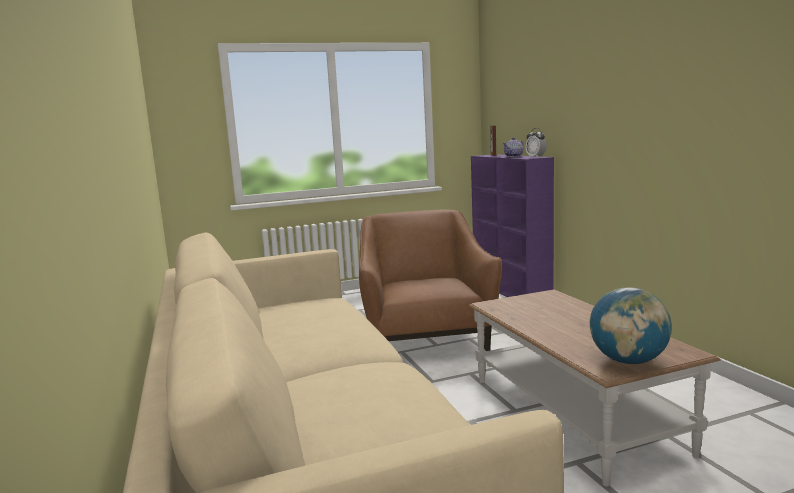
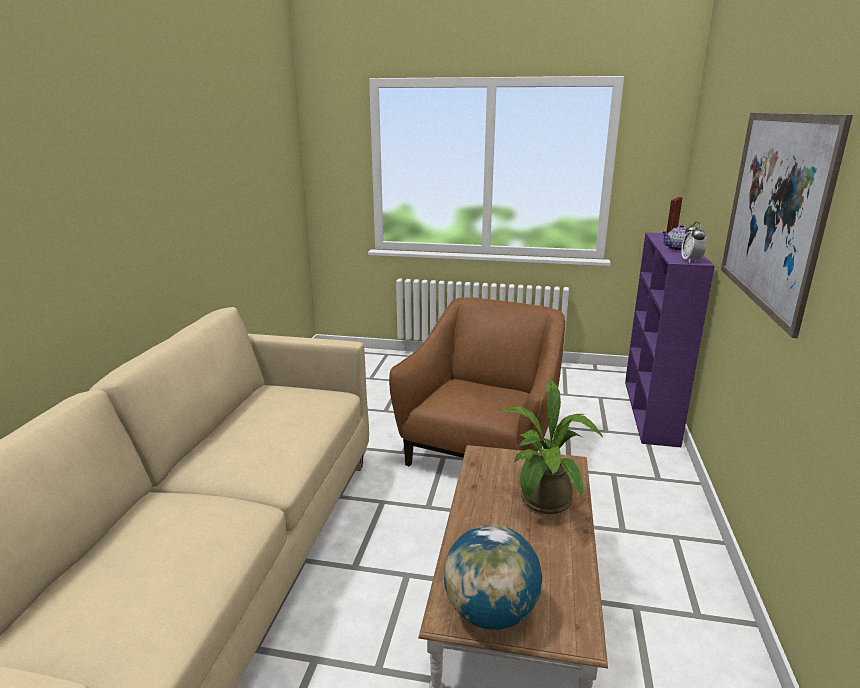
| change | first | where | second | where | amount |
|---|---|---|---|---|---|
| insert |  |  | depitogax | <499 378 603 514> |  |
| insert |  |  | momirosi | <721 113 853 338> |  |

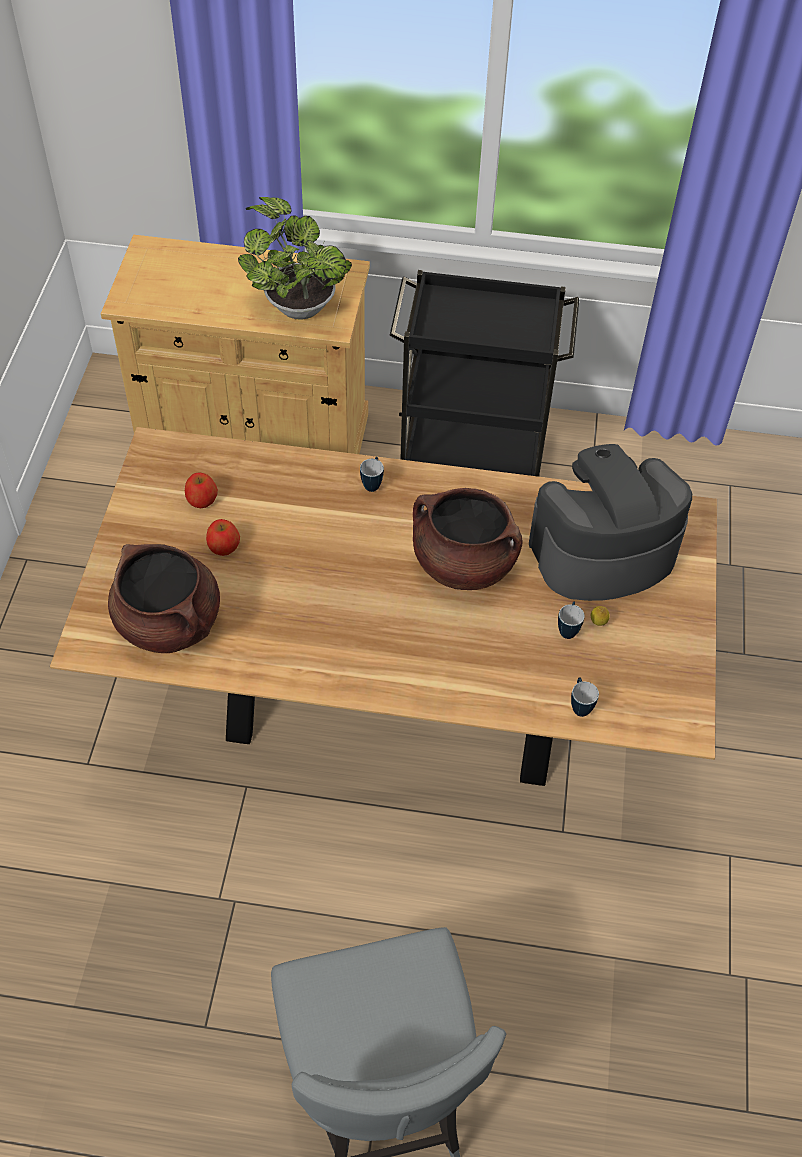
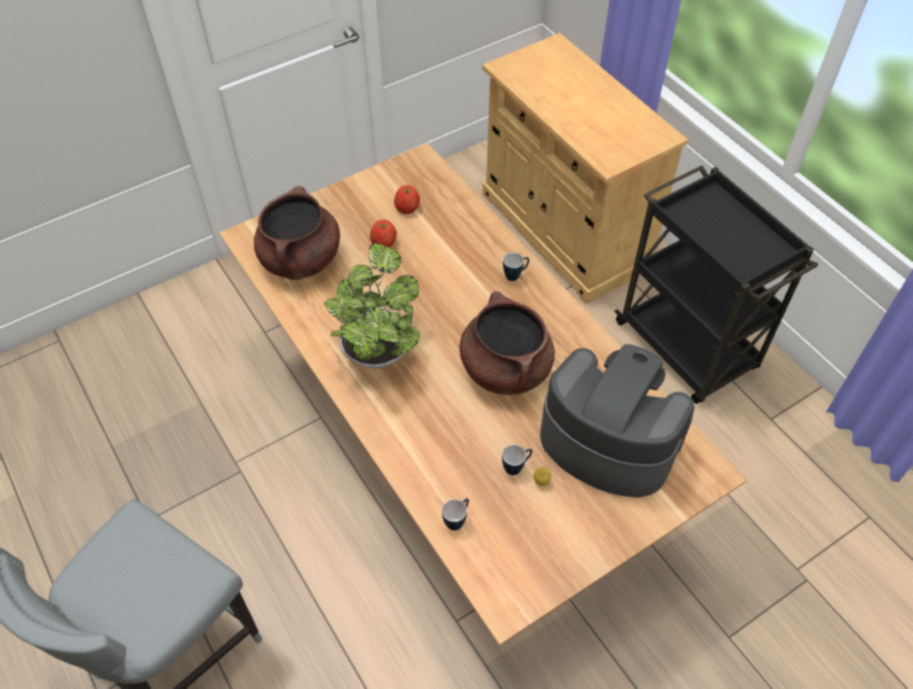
| change | first | where | second | where | amount |
|---|---|---|---|---|---|
| move | depitogax | <238 197 352 320> |  | <324 243 419 368> |  |

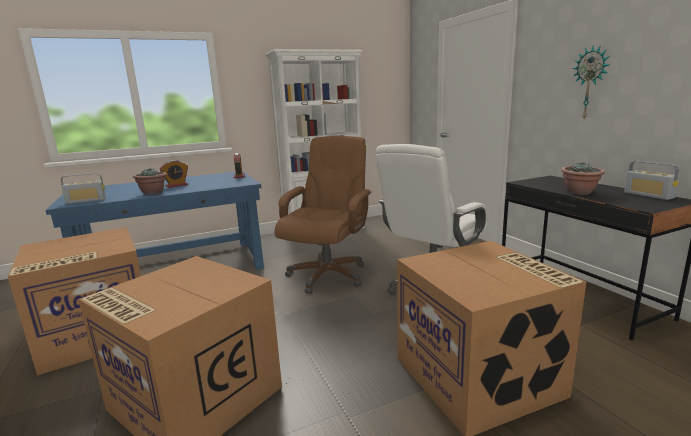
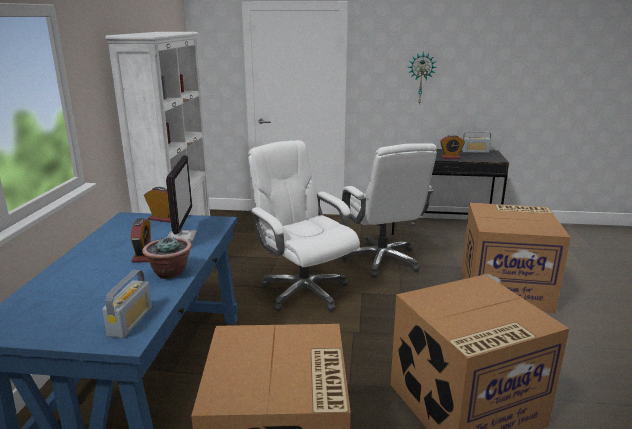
| change | first | where | second | where | amount |
|---|---|---|---|---|---|
| insert |  |  | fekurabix | <166 155 197 242> |  |
| recolor | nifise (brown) | <275 136 372 294> | nifise (white) | <248 140 360 311> |  |
| replace | depitogax | <561 162 605 195> | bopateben | <440 135 465 159> |  |

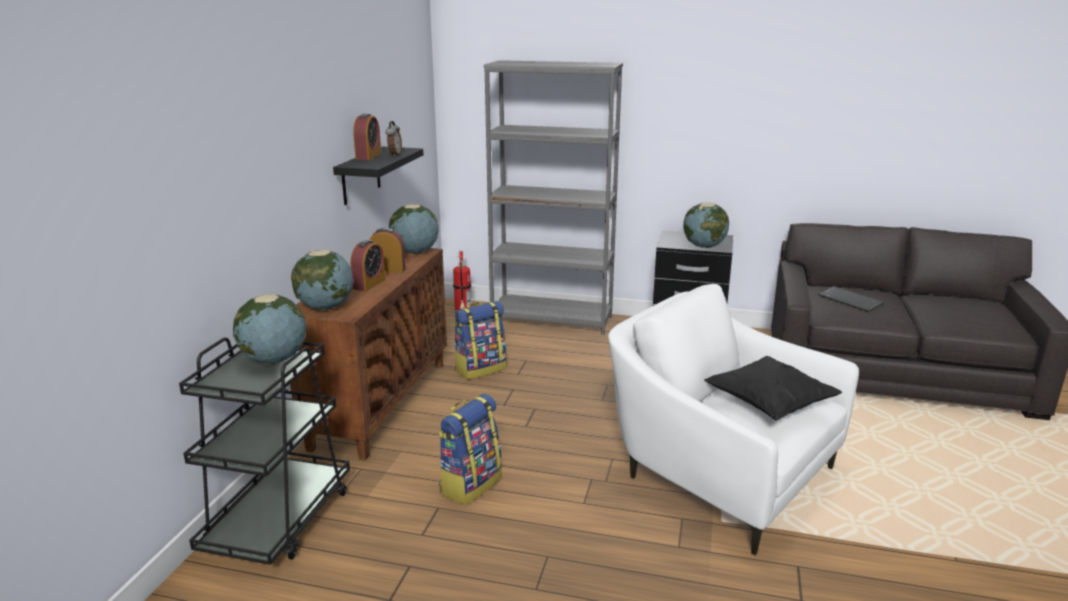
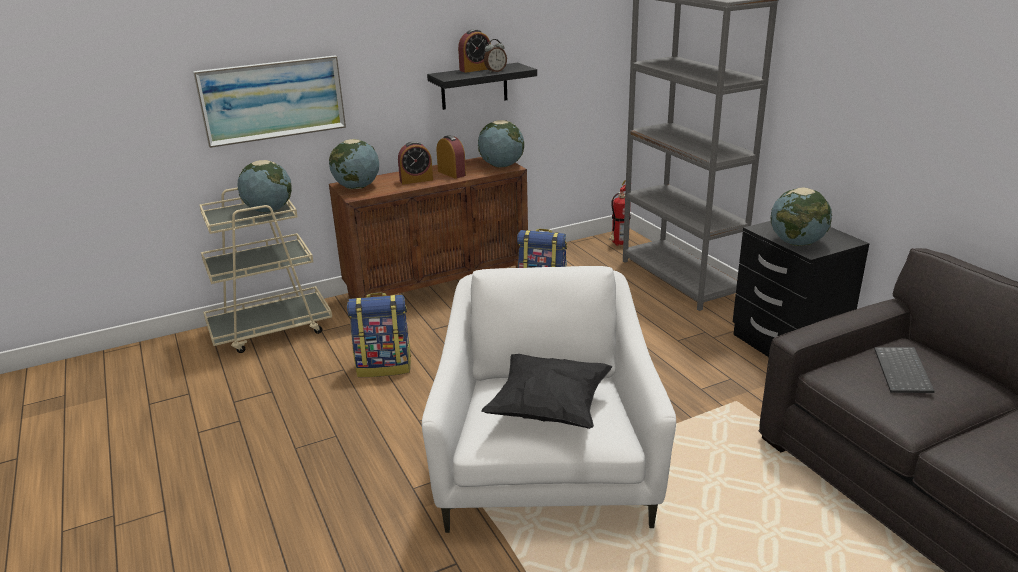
| change | first | where | second | where | amount |
|---|---|---|---|---|---|
| insert |  |  | momirosi | <193 55 346 148> |  |
| recolor | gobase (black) | <179 337 350 565> | gobase (beige) | <199 187 332 353> |  |

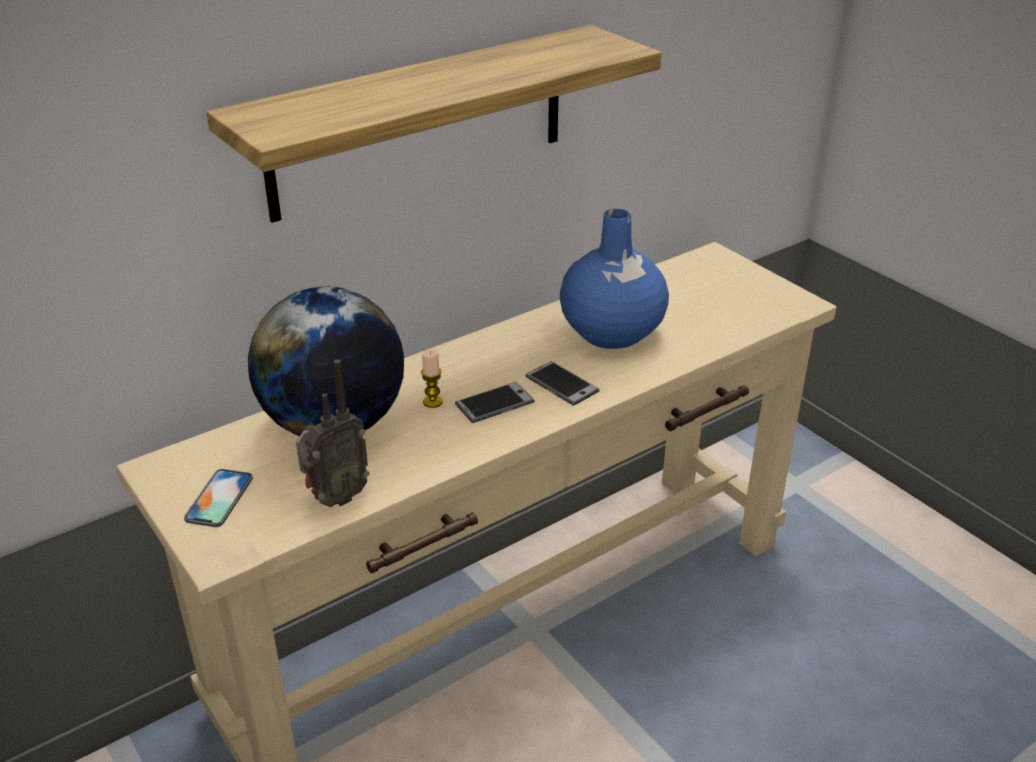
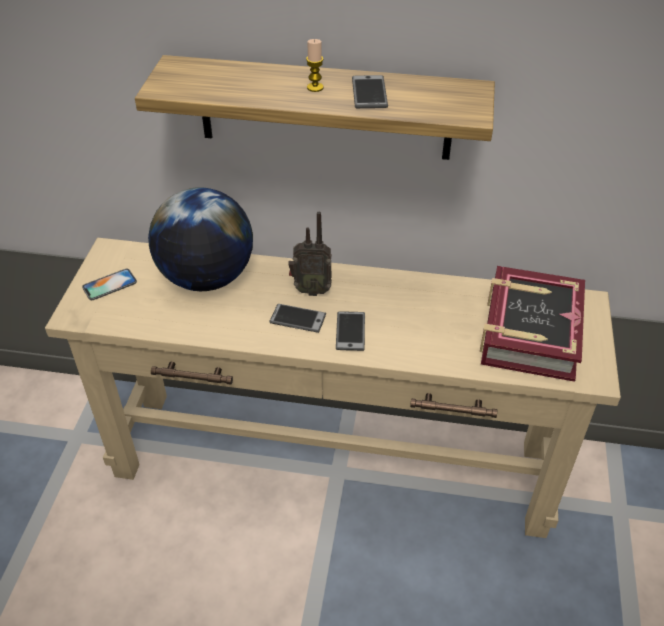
| change | first | where | second | where | amount |
|---|---|---|---|---|---|
| move | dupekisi | <296 360 369 507> |  | <288 212 332 296> |  |
| move | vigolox | <421 349 443 408> |  | <306 39 324 92> |  |
| insert |  |  | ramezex | <352 75 388 108> |  |
| insert |  |  | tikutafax | <480 266 585 382> |  |
| delete | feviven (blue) | <560 209 669 349> |  |  |  |

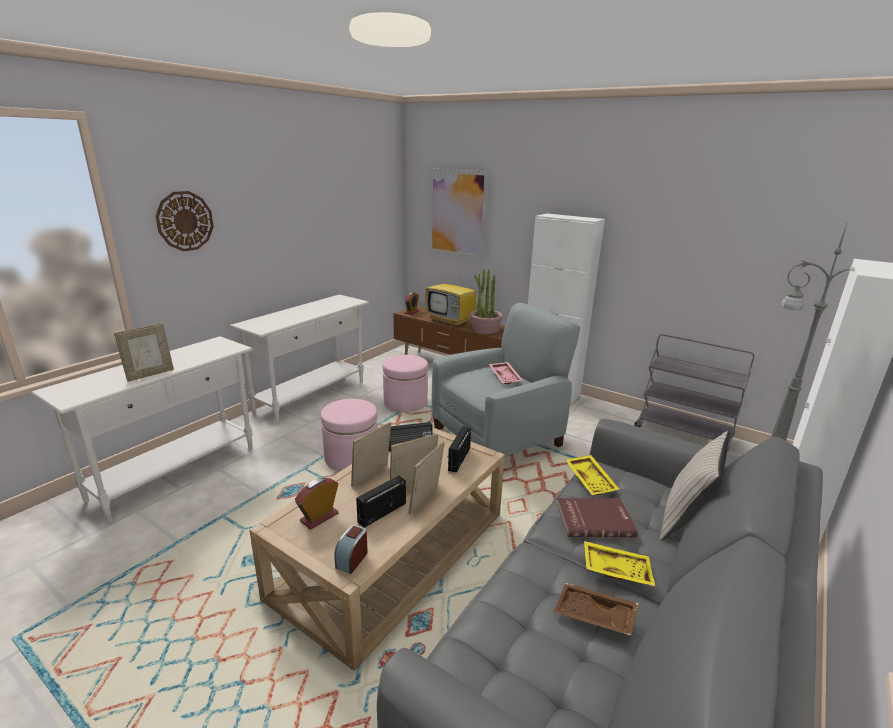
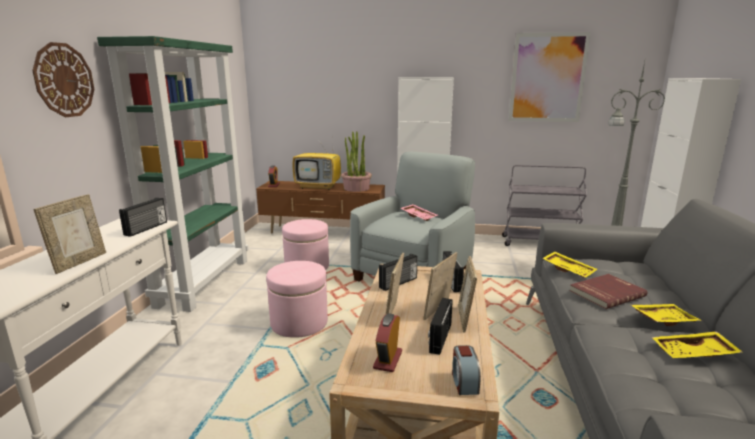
| change | first | where | second | where | amount |
|---|---|---|---|---|---|
| replace | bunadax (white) | <230 294 369 424> | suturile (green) | <97 36 249 312> |  |
| insert |  |  | dupekisi | <119 198 167 237> |  |
| move | momirosi | <429 168 489 260> |  | <508 32 591 122> |  |
| recolor | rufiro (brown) | <554 583 639 636> | rufiro (yellow) | <652 331 744 358> |  |
| delete | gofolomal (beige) | <660 431 729 541> |  |  |  |

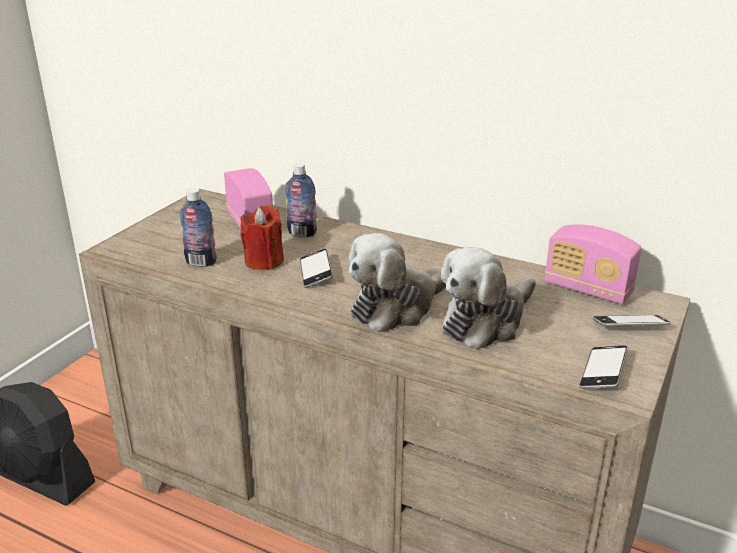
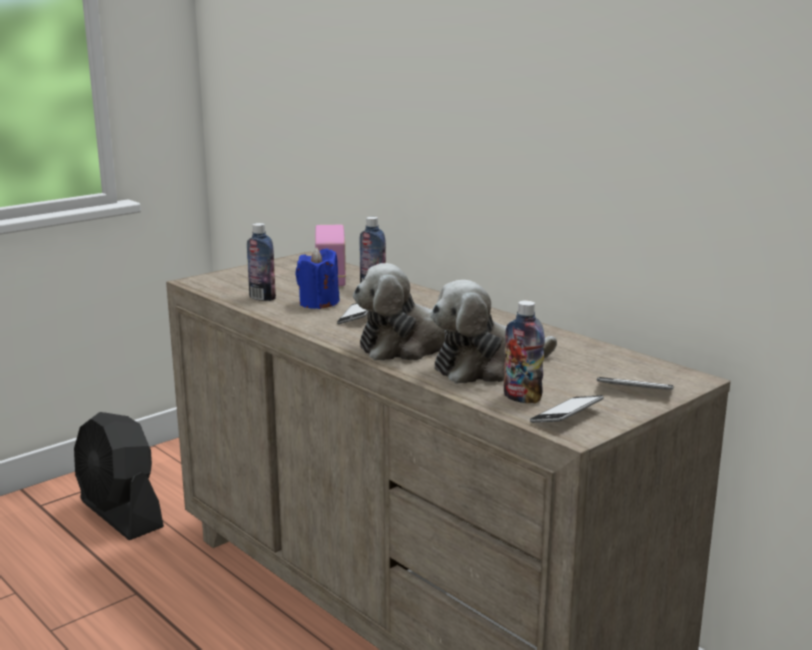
| change | first | where | second | where | amount |
|---|---|---|---|---|---|
| recolor | vigolox (red) | <240 205 284 270> | vigolox (blue) | <295 247 339 309> |  |
| insert |  |  | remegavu | <504 300 545 404> |  |
| delete | dupekisi | <545 225 642 304> |  |  |  |

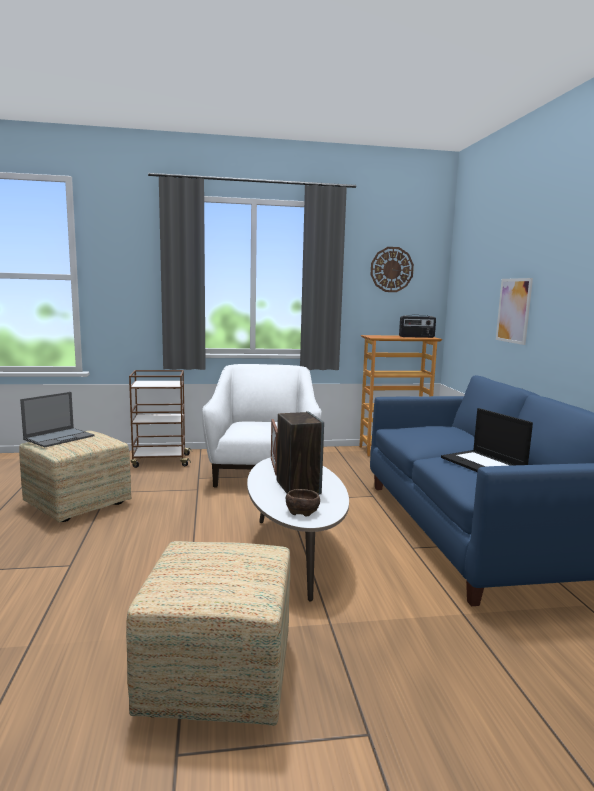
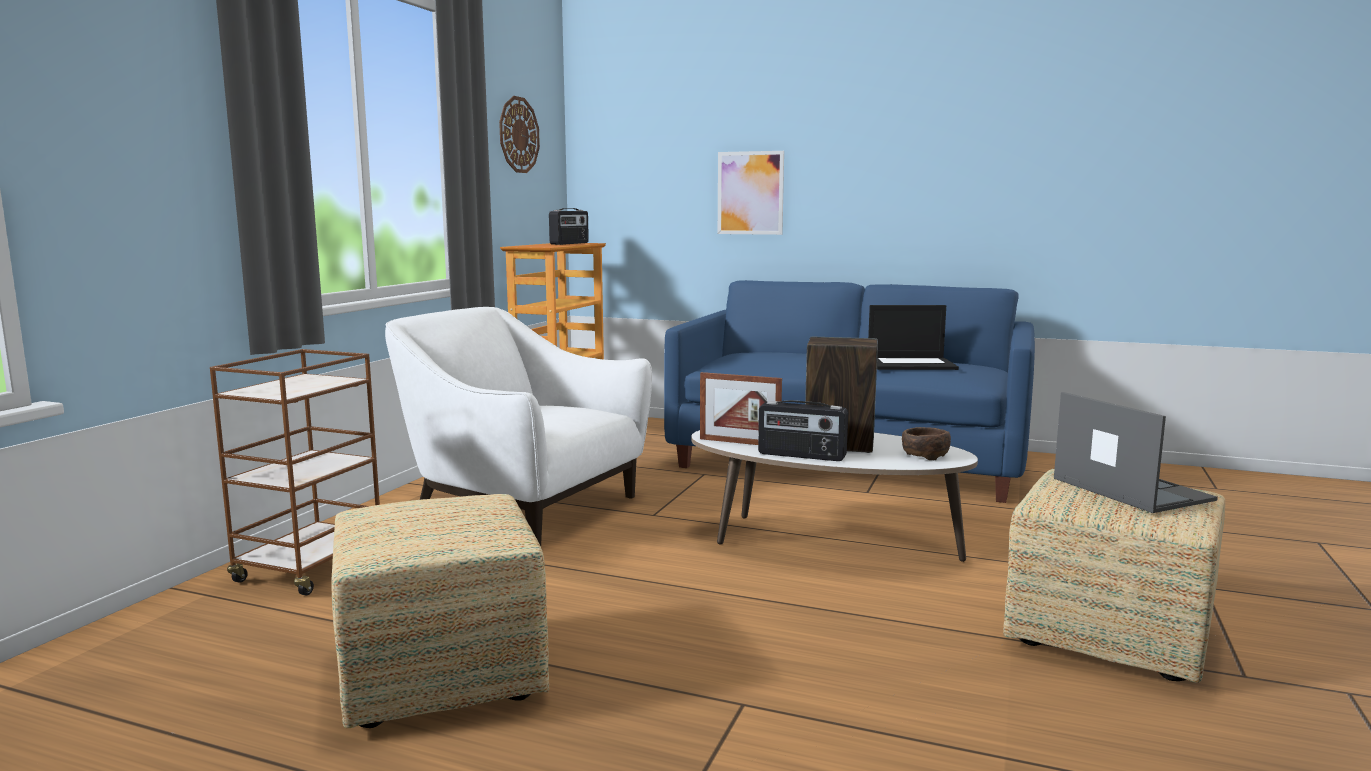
| change | first | where | second | where | amount |
|---|---|---|---|---|---|
| insert |  |  | dupekisi | <758 400 848 461> |  |
| move | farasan | <20 392 95 447> |  | <1054 392 1218 513> |  |

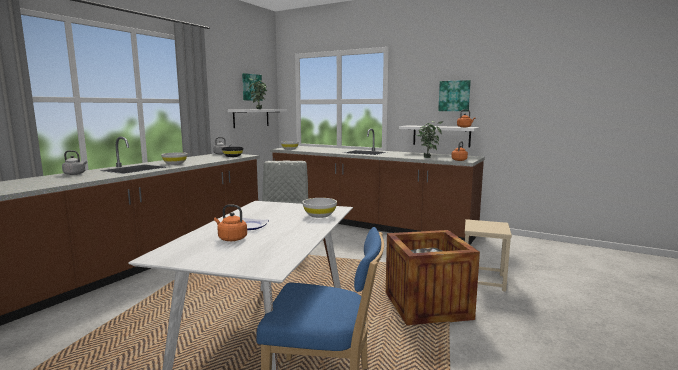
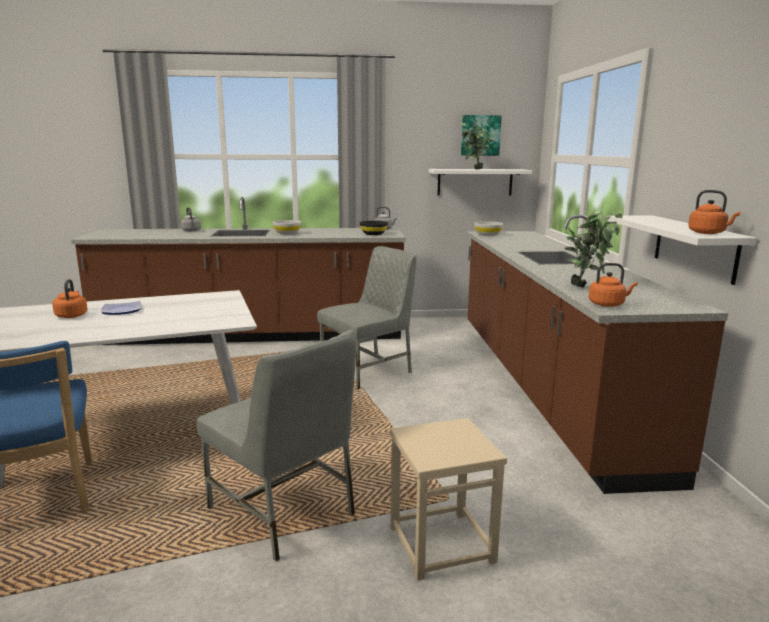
| change | first | where | second | where | amount |
|---|---|---|---|---|---|
| replace | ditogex | <386 230 480 325> | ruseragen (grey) | <197 330 356 561> |  |
| delete | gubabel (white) | <302 198 337 218> |  |  |  |
| delete | momirosi | <438 80 471 111> |  |  |  |

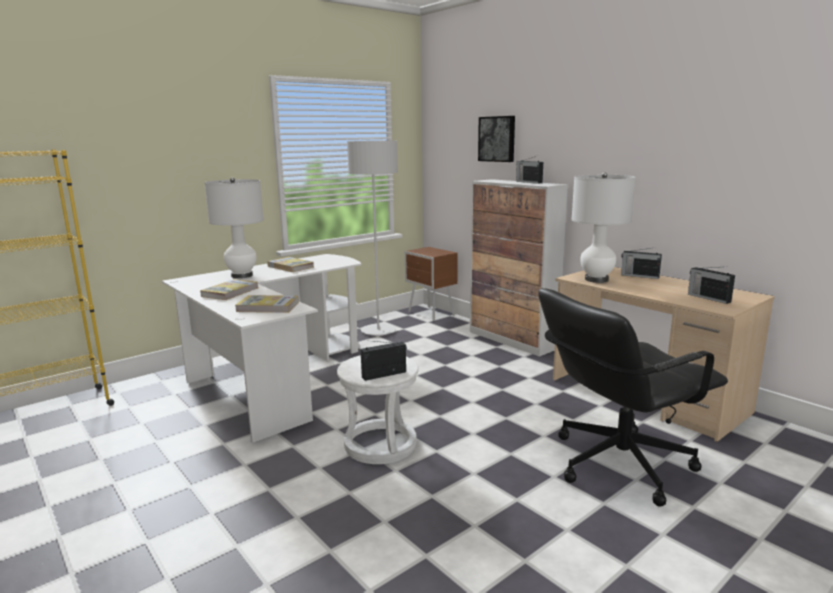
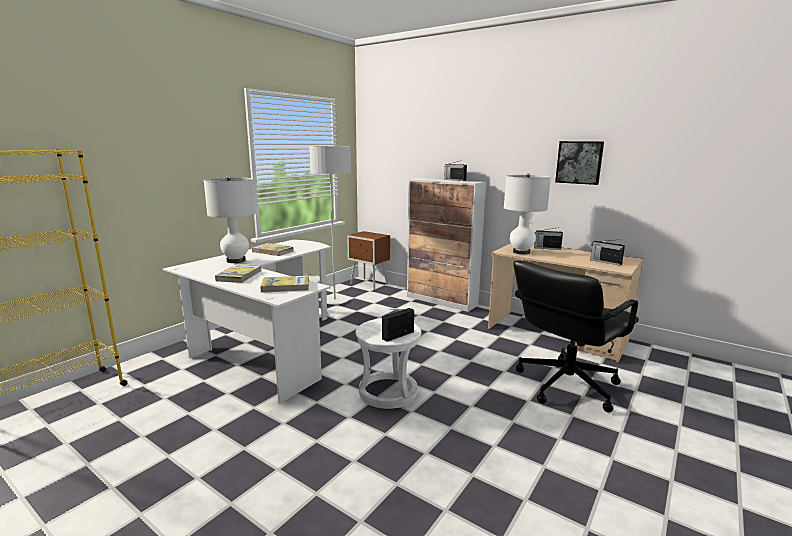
| change | first | where | second | where | amount |
|---|---|---|---|---|---|
| move | momirosi | <478 116 515 162> |  | <555 141 604 185> |  |

